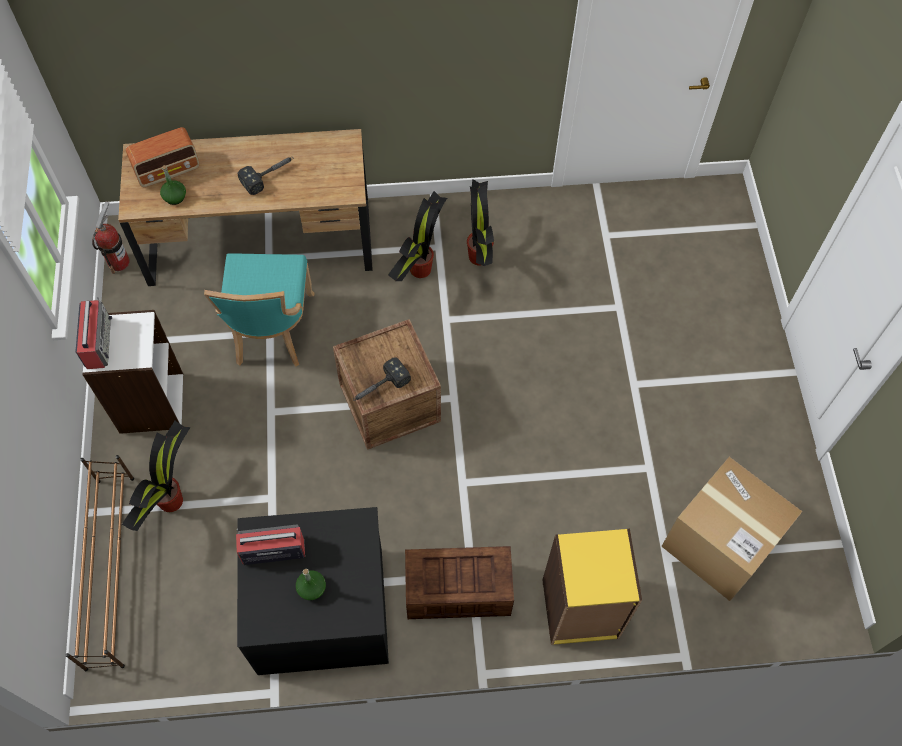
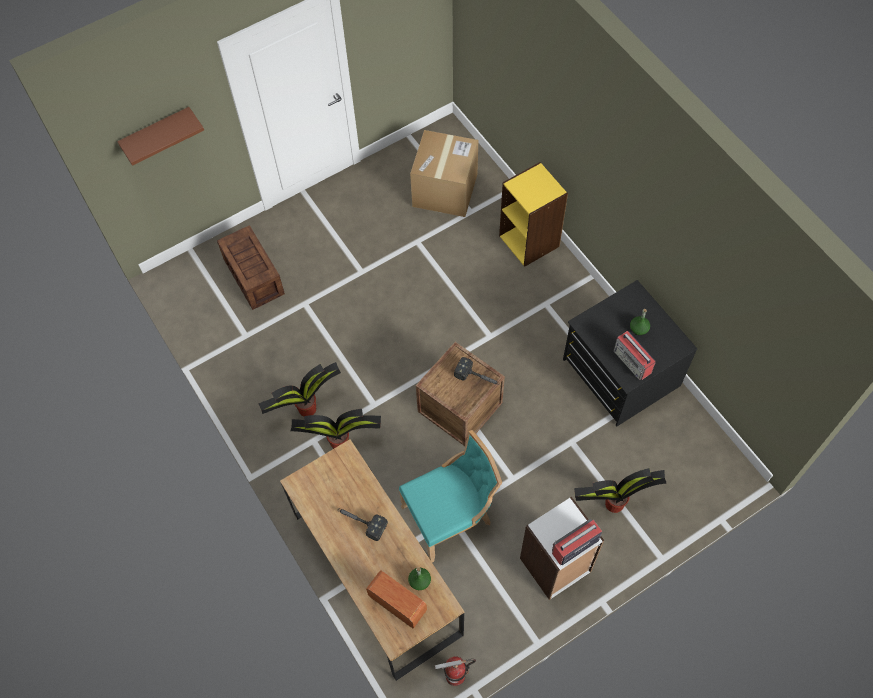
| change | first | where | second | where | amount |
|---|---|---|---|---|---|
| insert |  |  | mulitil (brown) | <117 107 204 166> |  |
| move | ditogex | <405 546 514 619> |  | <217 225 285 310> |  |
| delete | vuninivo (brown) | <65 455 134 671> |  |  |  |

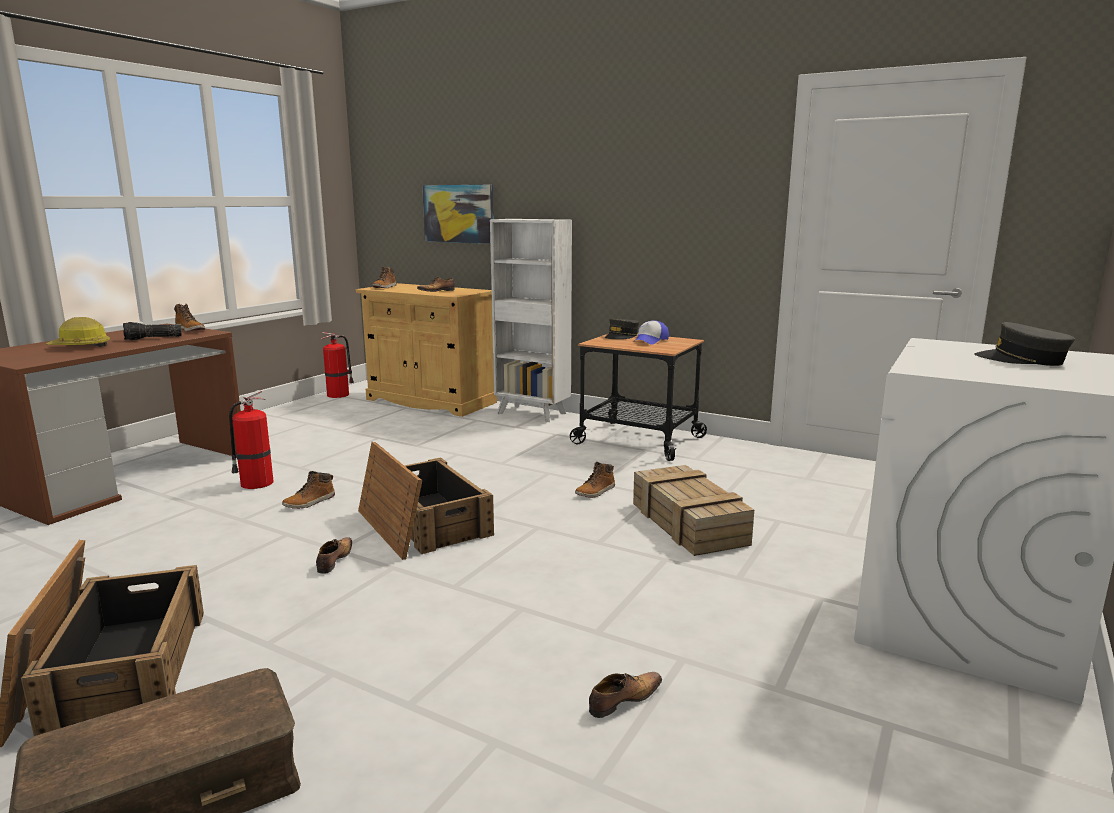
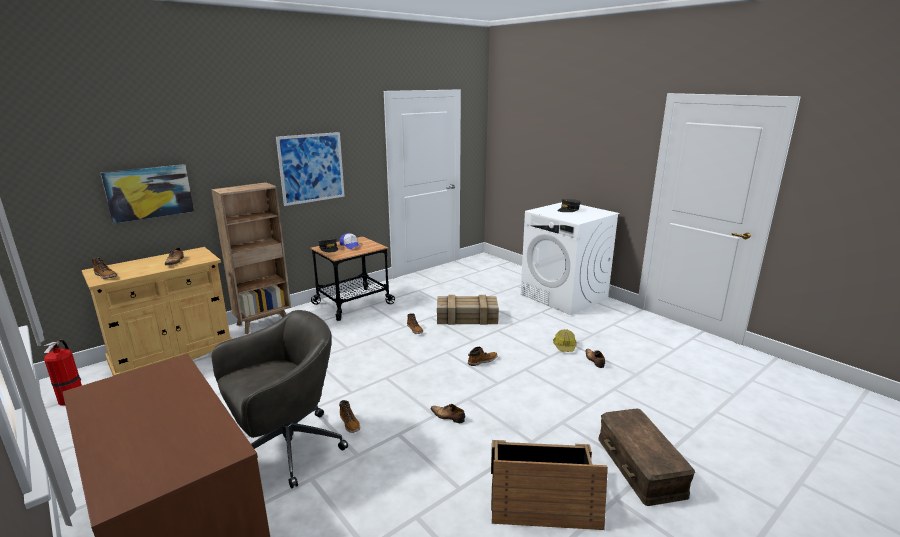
| change | first | where | second | where | amount |
|---|---|---|---|---|---|
| recolor | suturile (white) | <490 219 572 422> | suturile (brown) | <211 182 291 334> |  |
| replace | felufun | <229 390 274 489> | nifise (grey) | <211 310 348 488> |  |
| insert |  |  | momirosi | <276 132 345 206> |  |
| move | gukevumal | <174 304 205 332> |  | <468 347 498 366> |  |
| move | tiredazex | <46 317 110 347> |  | <553 329 577 352> |  |
| delete | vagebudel | <123 322 182 340> |  |  |  |
| delete | ditogex | <358 442 494 560> |  |  |  |

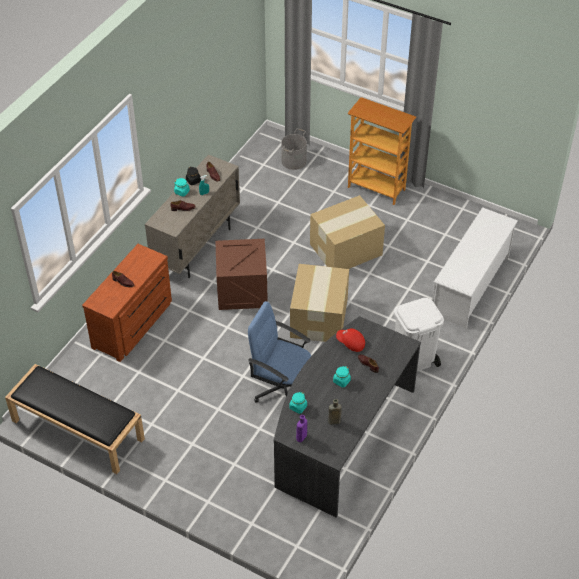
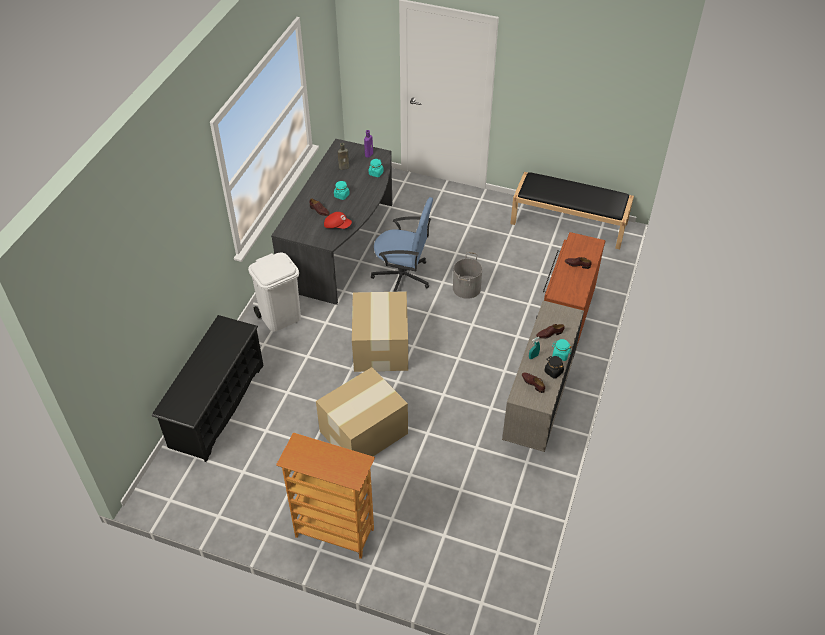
| change | first | where | second | where | amount |
|---|---|---|---|---|---|
| recolor | vuninivo (white) | <432 207 518 328> | vuninivo (black) | <152 315 264 462> |  |
| move | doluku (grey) | <281 128 307 170> |  | <453 252 482 299> |  |
| delete | ditogex | <215 239 268 310> |  |  |  |

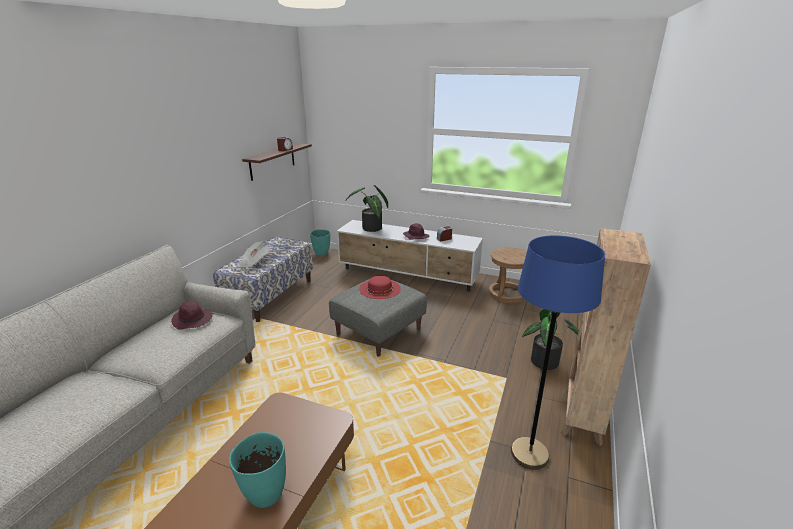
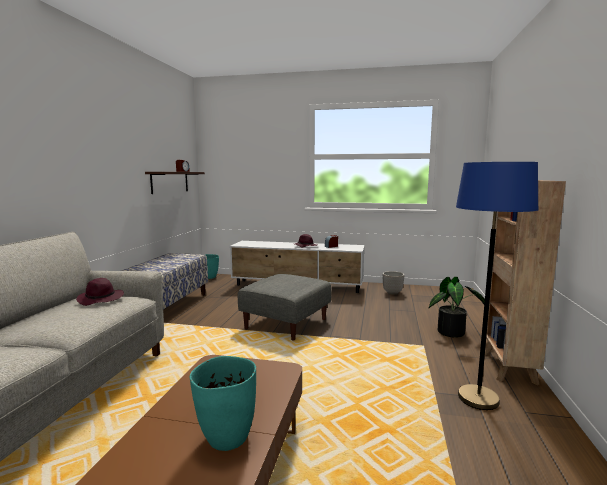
| change | first | where | second | where | amount |
|---|---|---|---|---|---|
| replace | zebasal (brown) | <489 247 527 303> | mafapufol | <383 271 404 294> |  |
| delete | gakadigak | <237 241 270 268> |  |  |  |
| delete | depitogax | <346 185 388 232> |  |  |  |
| delete | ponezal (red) | <359 276 401 299> |  |  |  |

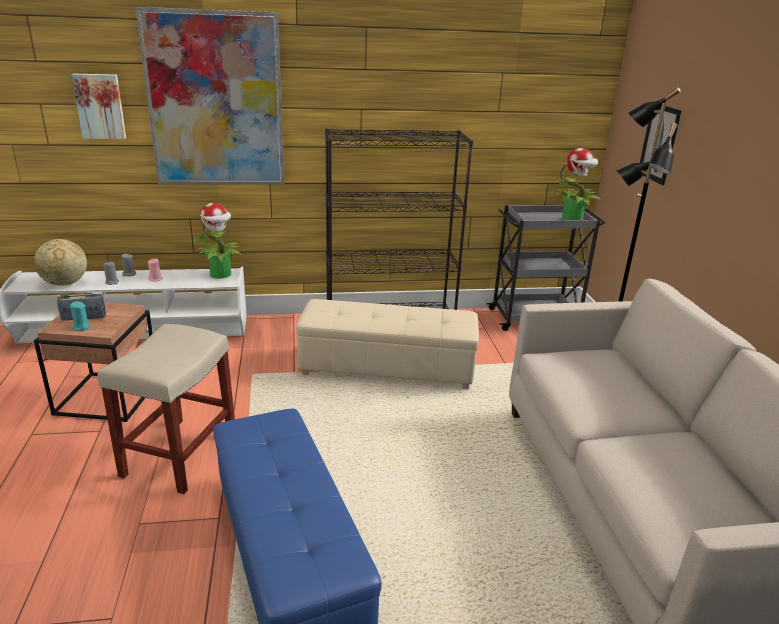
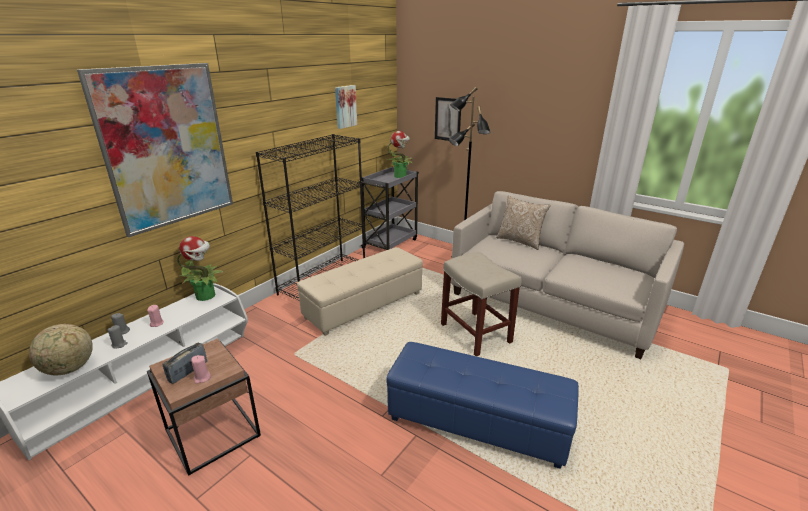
| change | first | where | second | where | amount |
|---|---|---|---|---|---|
| recolor | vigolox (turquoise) | <70 301 91 331> | vigolox (pink) | <191 355 211 384> |  |
| move | momirosi | <72 74 126 139> |  | <335 85 357 129> |  |
| move | zebasal (beige) | <98 324 235 494> |  | <441 252 522 356> |  |
| insert |  |  | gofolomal | <496 196 551 250> |  |

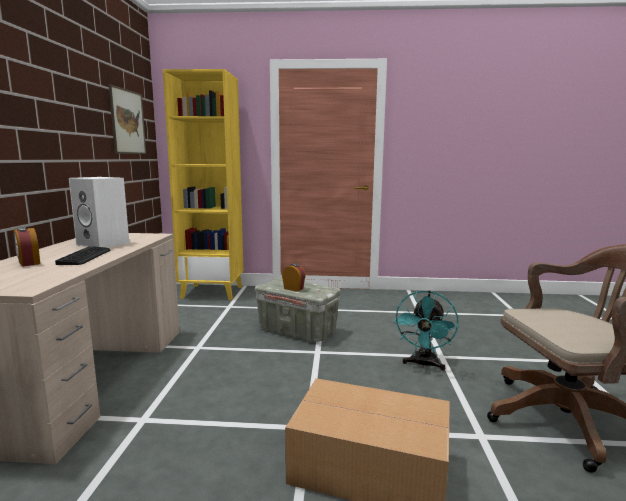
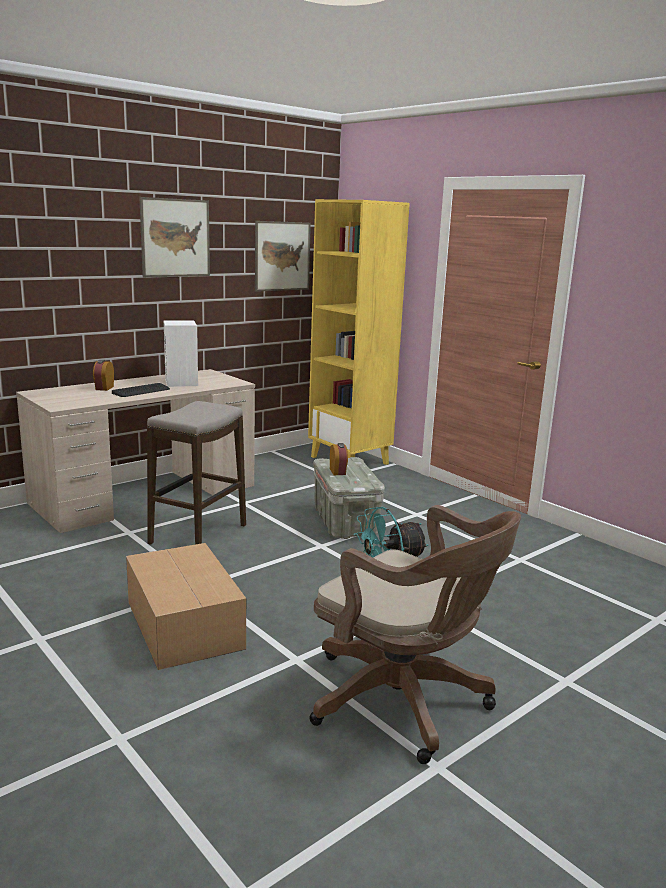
| change | first | where | second | where | amount |
|---|---|---|---|---|---|
| insert |  |  | momirosi | <139 197 210 277> |  |
| insert |  |  | zebasal | <147 401 246 545> |  |

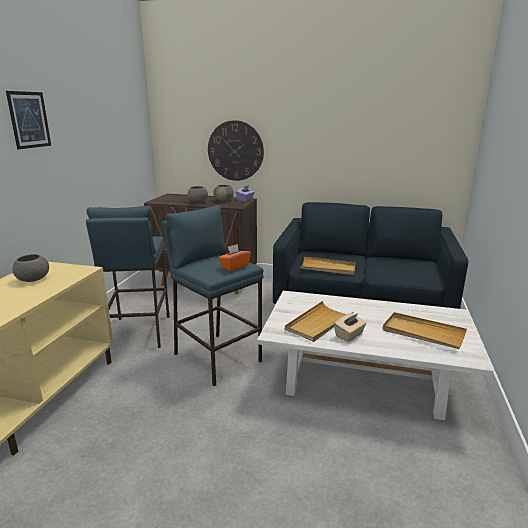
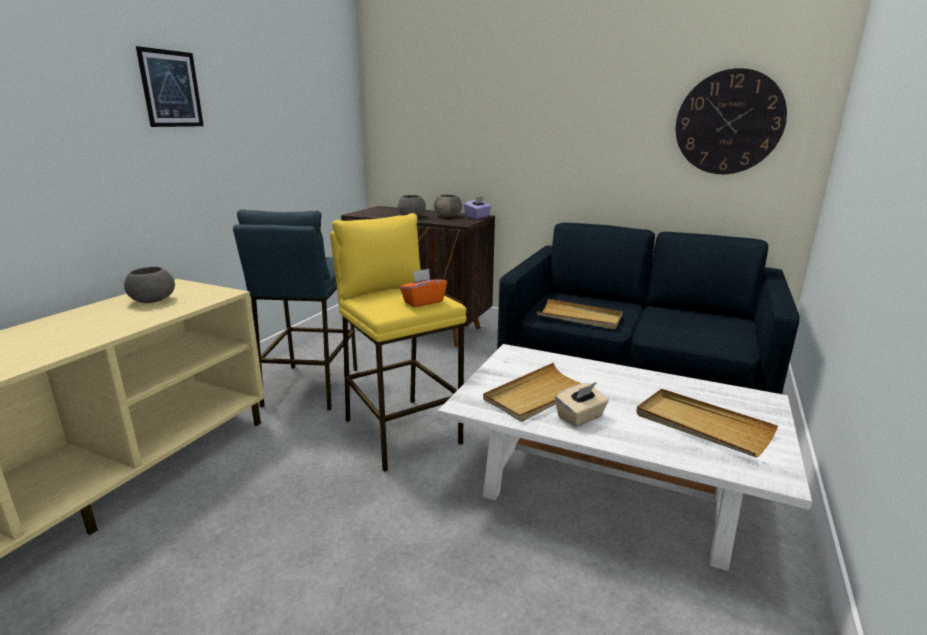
| change | first | where | second | where | amount |
|---|---|---|---|---|---|
| recolor | zebasal (blue) | <162 205 264 386> | zebasal (yellow) | <330 213 466 472> |  |
| move | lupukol | <208 120 264 181> |  | <676 68 787 174> |  |

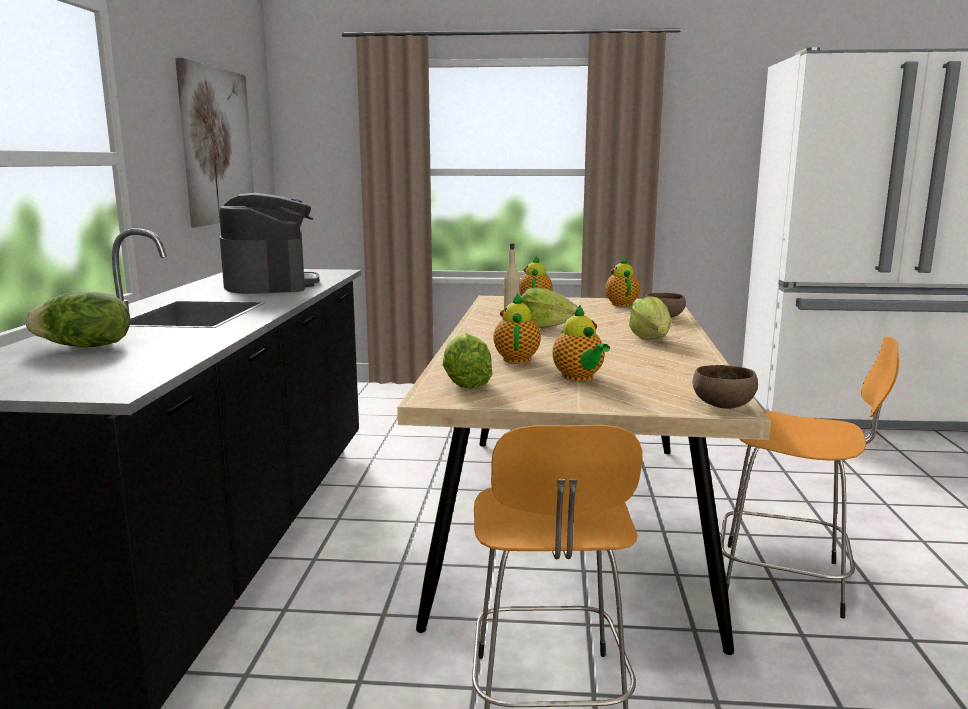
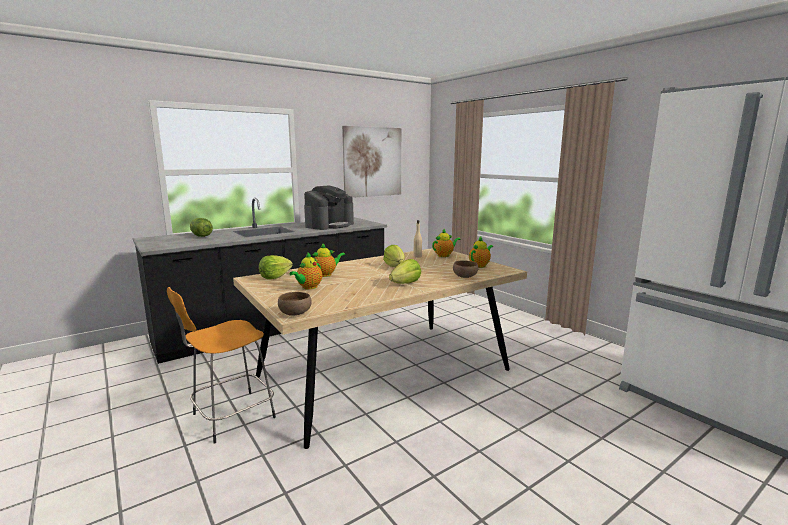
| change | first | where | second | where | amount |
|---|---|---|---|---|---|
| delete | zebasal (orange) | <720 336 899 619> |  |  |  |

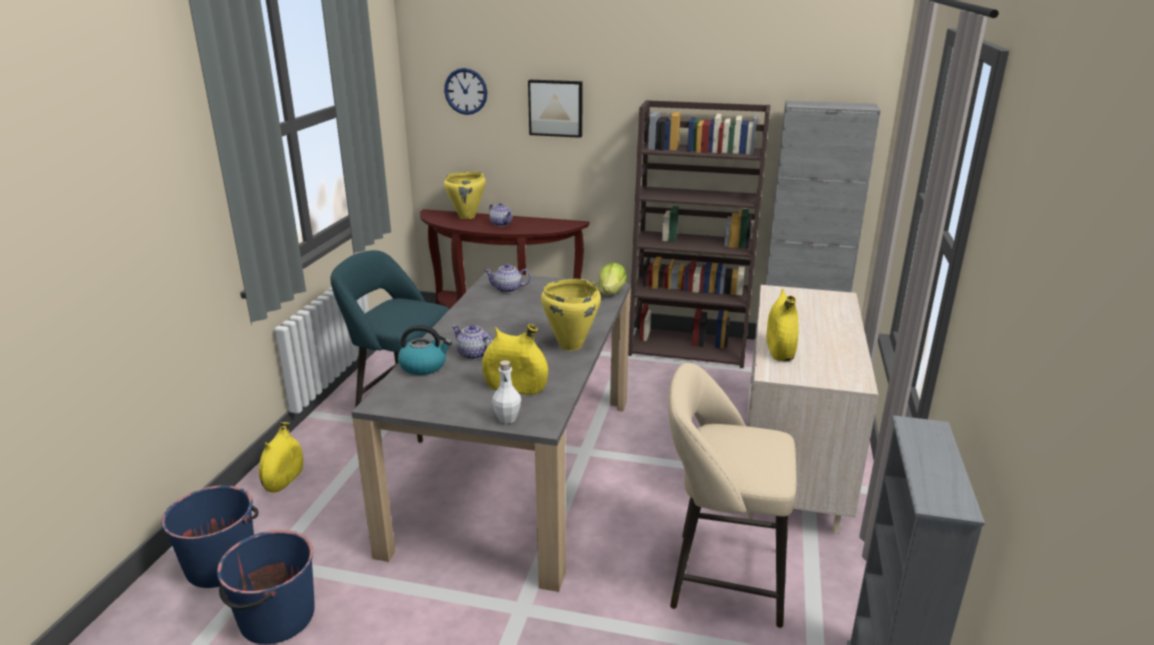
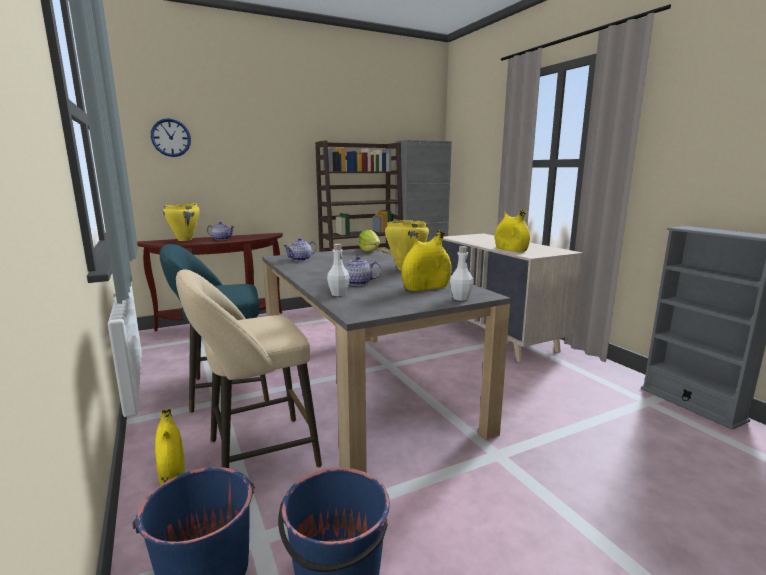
| change | first | where | second | where | amount |
|---|---|---|---|---|---|
| move | zebasal (beige) | <668 363 796 628> |  | <176 269 322 468> |  |
| replace | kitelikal | <398 325 452 375> | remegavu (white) | <327 244 350 296> |  |
| delete | momirosi | <528 80 582 138> |  |  |  |

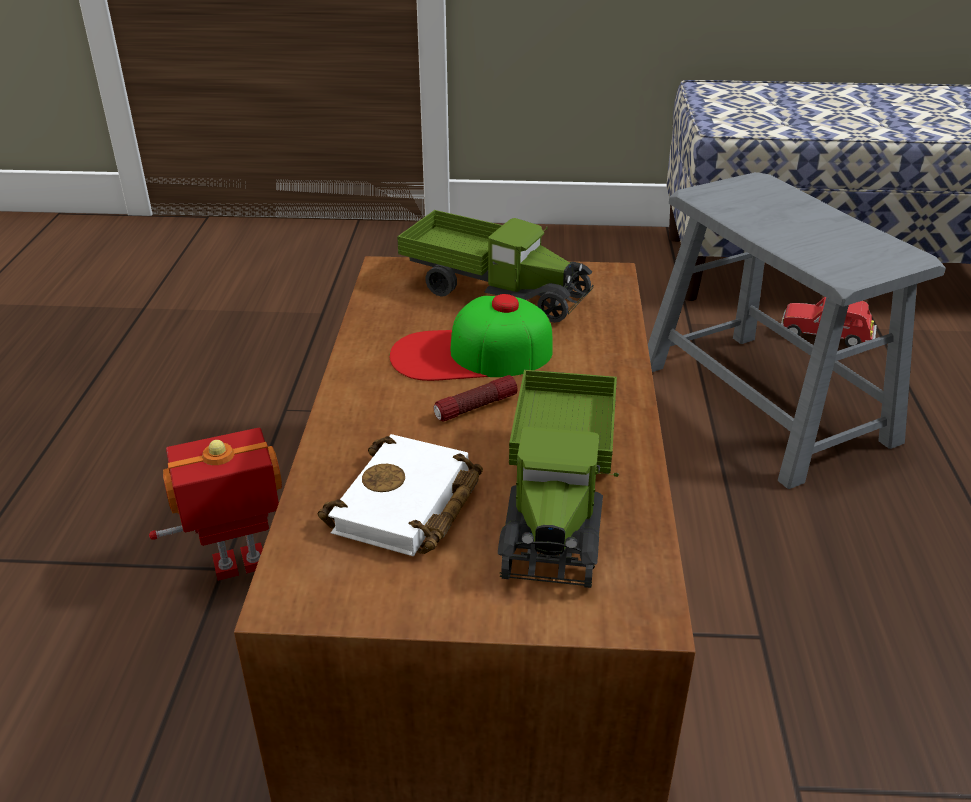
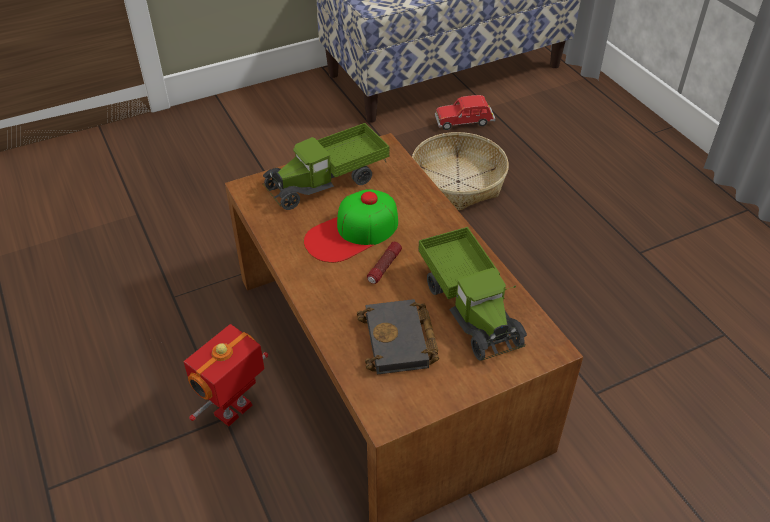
| change | first | where | second | where | amount |
|---|---|---|---|---|---|
| rotate | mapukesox | <397 210 593 323> |  | <263 123 390 210> | 150 degrees clockwise |
| recolor | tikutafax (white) | <318 434 483 556> | tikutafax (black) | <357 299 439 375> |  |
| replace | zebasal (grey) | <648 172 946 489> | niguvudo | <412 132 509 211> |  |

